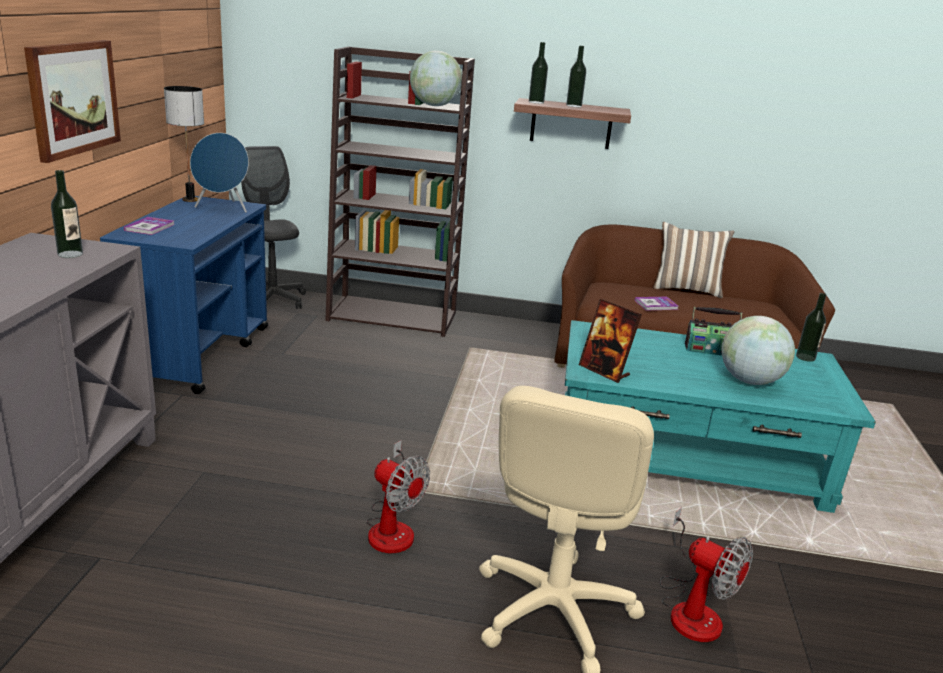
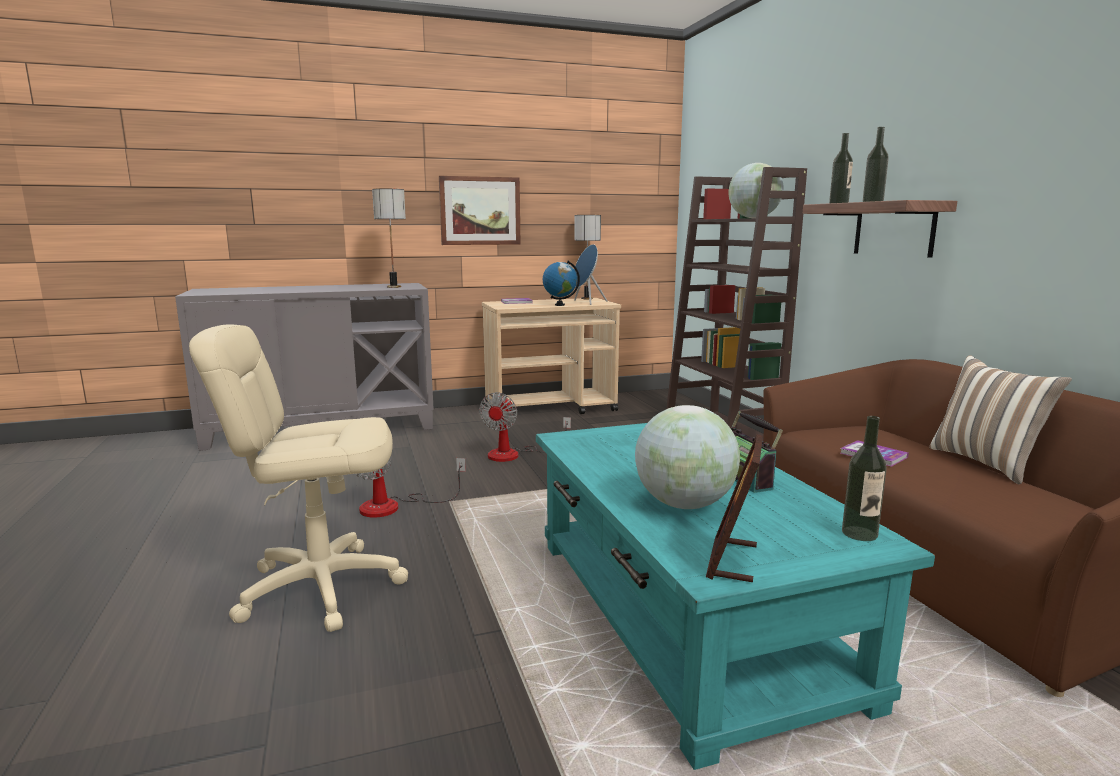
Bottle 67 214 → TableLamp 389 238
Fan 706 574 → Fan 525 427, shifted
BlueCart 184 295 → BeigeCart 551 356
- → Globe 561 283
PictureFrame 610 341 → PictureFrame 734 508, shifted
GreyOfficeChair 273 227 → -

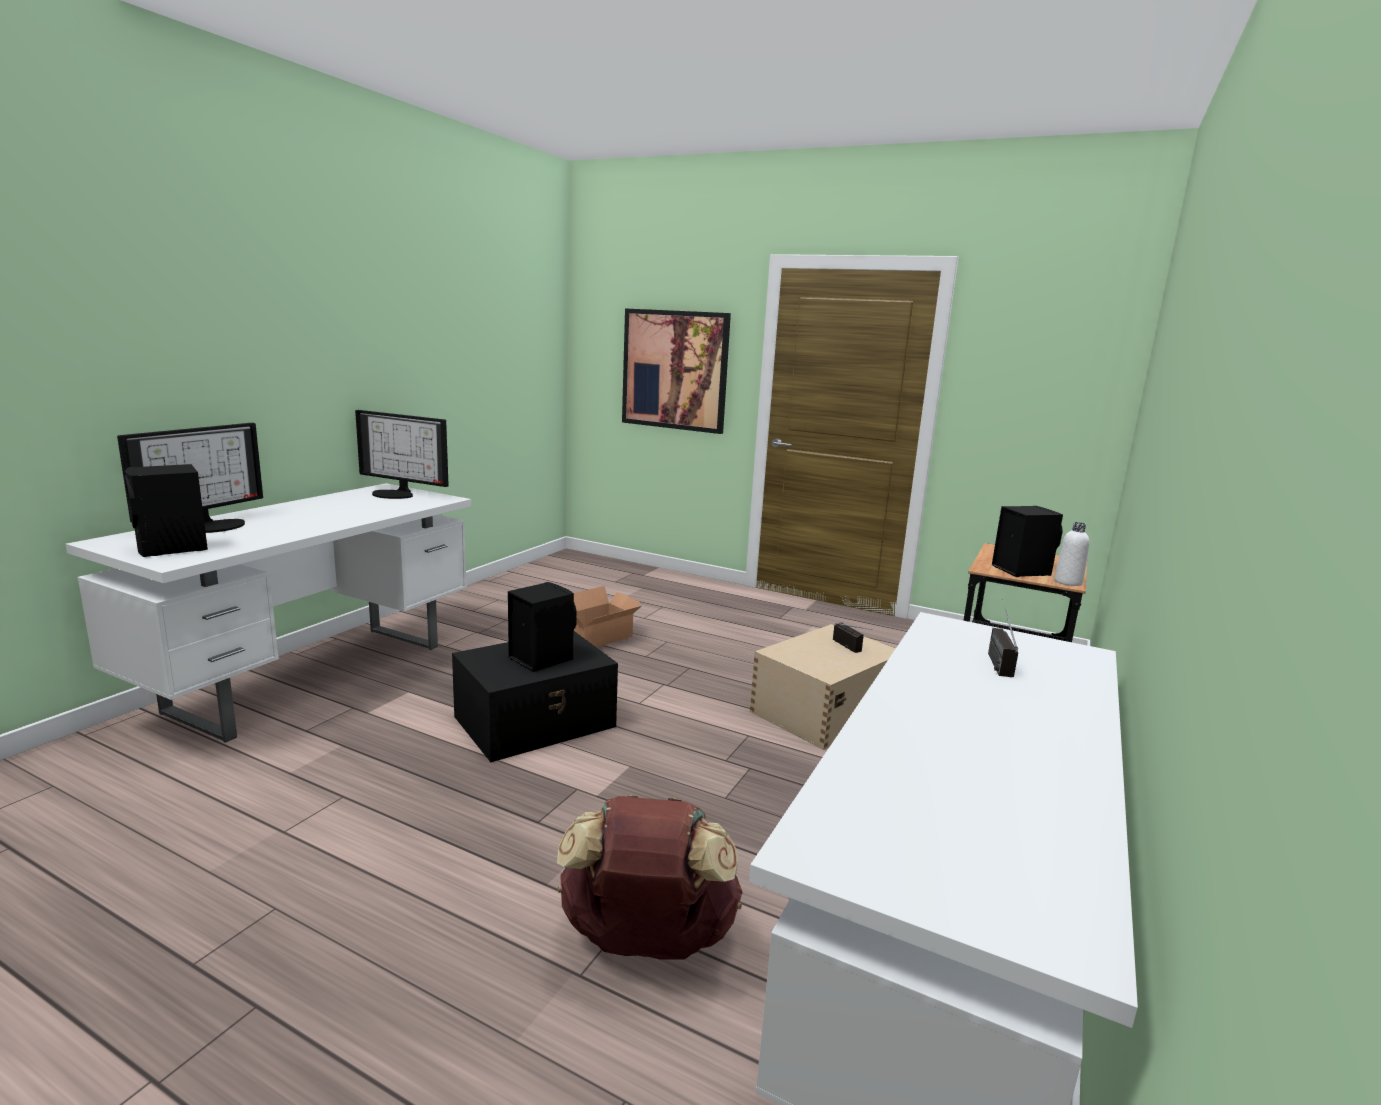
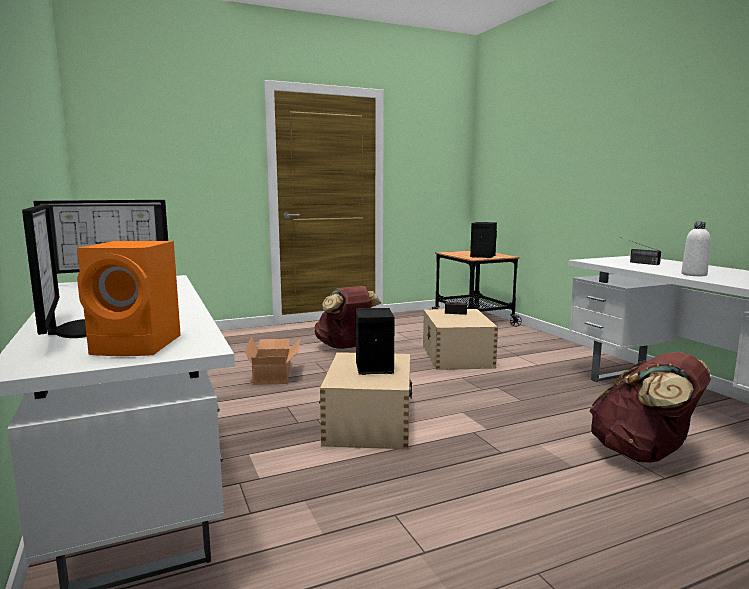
BlackSpeaker 166 510 → OrangeSpeaker 129 298
- → BrownBackpack 348 317
BlackStorageBox 535 696 → BeigeStorageBox 365 400
WhiteBottle 1071 554 → WhiteBottle 695 249, shifted
Picture 676 371 → -

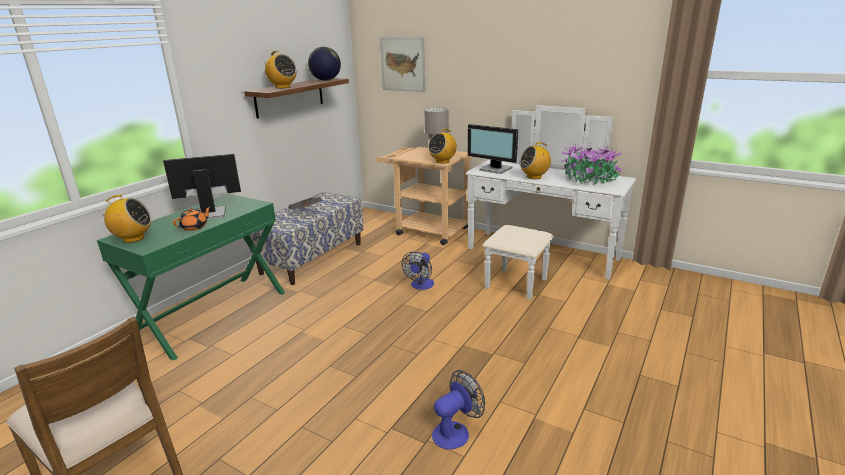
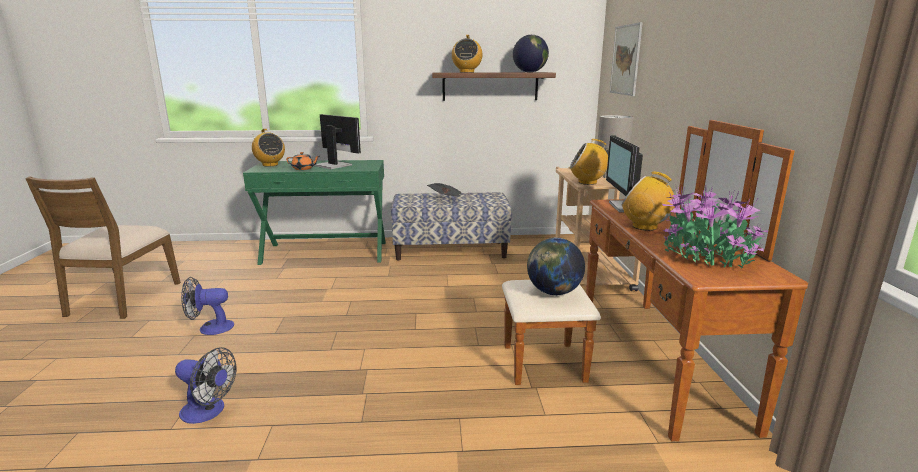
Fan 417 271 → Fan 207 306, shifted
WhiteDresser 551 202 → BrownDresser 655 280
- → Globe 556 266

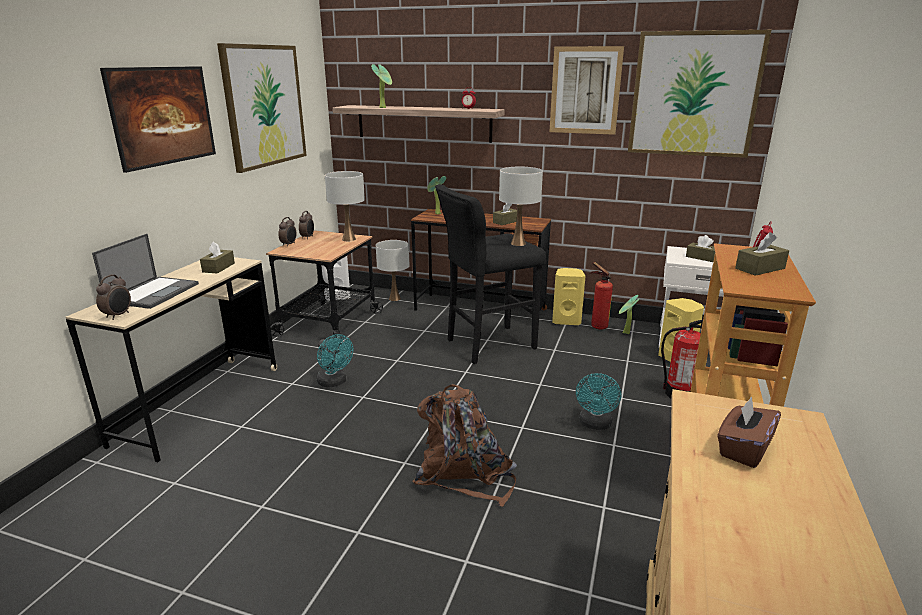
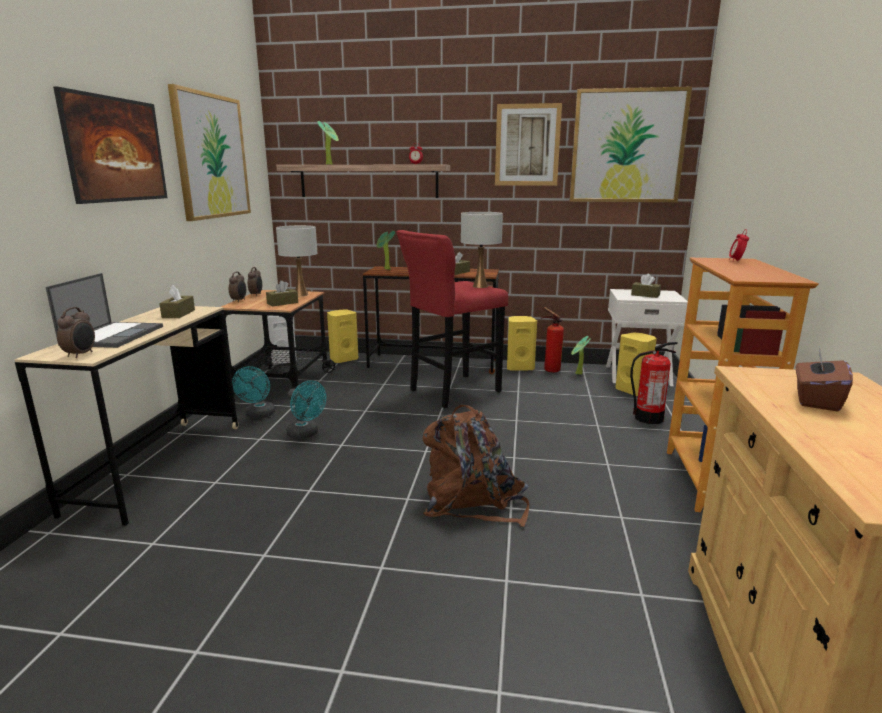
TurquoiseFan 598 401 → TurquoiseFan 253 392, shifted
BrownTissueBox 762 254 → BrownTissueBox 282 293, shifted
WhiteTableLamp 393 270 → YellowSpeaker 342 336
BlackStool 490 274 → RedStool 452 319

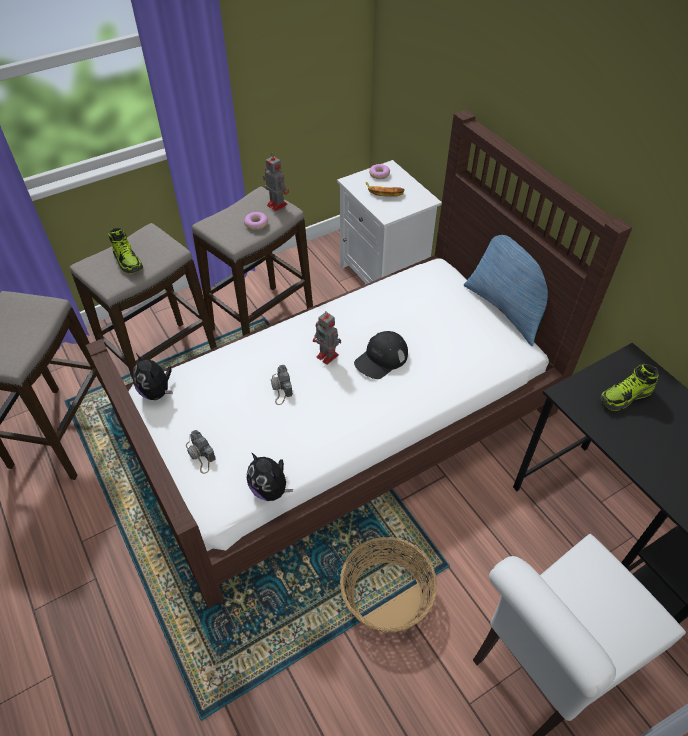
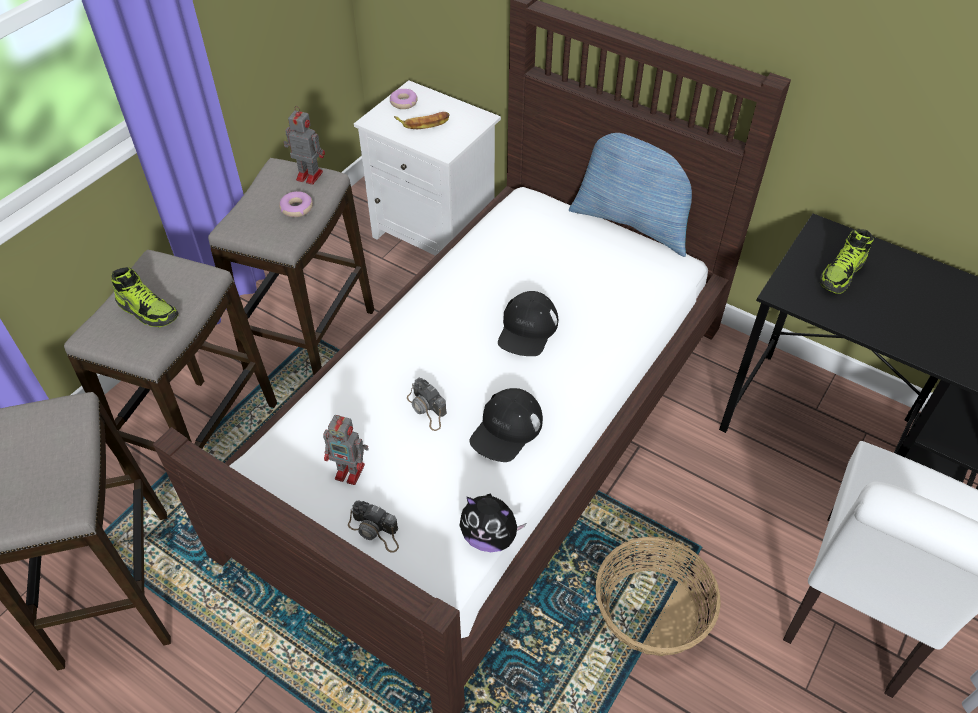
ToyRobot 327 338 → ToyRobot 346 450, shifted
- → BlackCap 506 425
PlushToy 152 377 → -

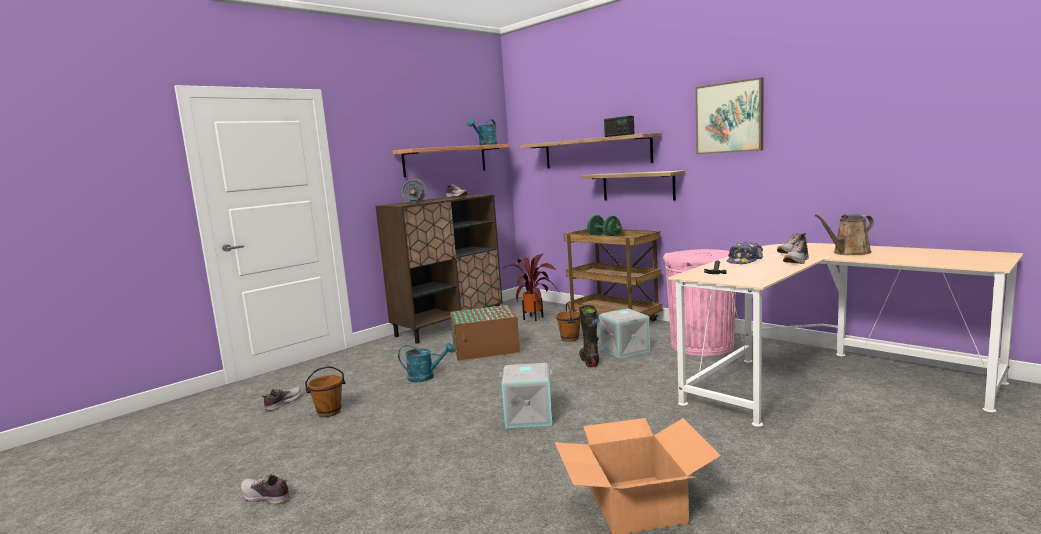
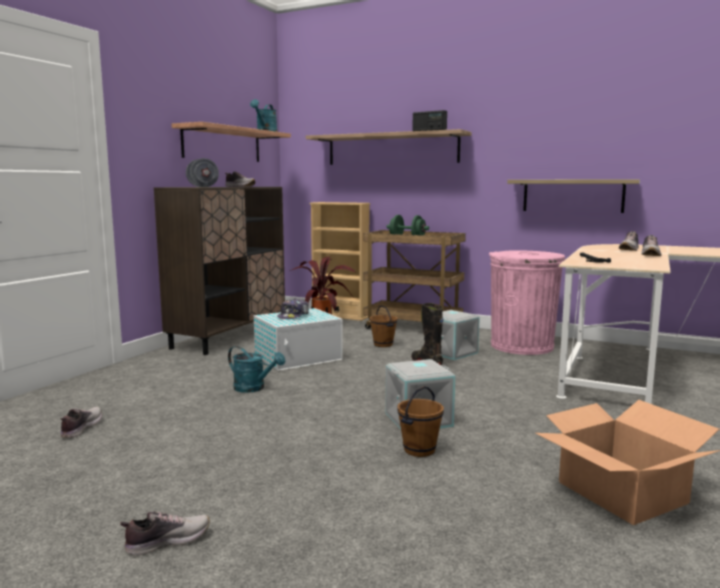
Shoe 265 489 → Shoe 165 533, 150 degrees clockwise
TurquoiseWateringCan 426 362 → TurquoiseWateringCan 256 369, 45 degrees clockwise
BrownStorageBox 485 333 → WhiteStorageBox 298 339
Cap 745 253 → Cap 293 309, shifted
- → BeigeBookcase 339 261
BrownBucket 325 391 → BrownBucket 420 421, shifted
Shelf 633 185 → Shelf 573 196, shifted
Picture 729 115 → -
BrownWateringCan 844 234 → -

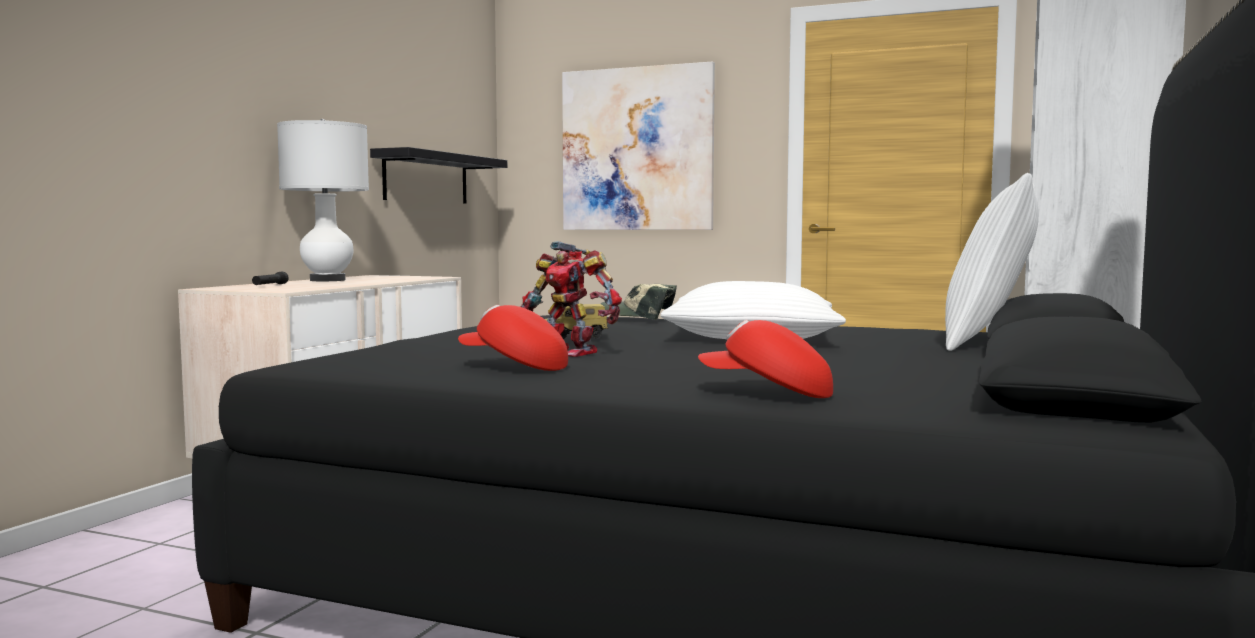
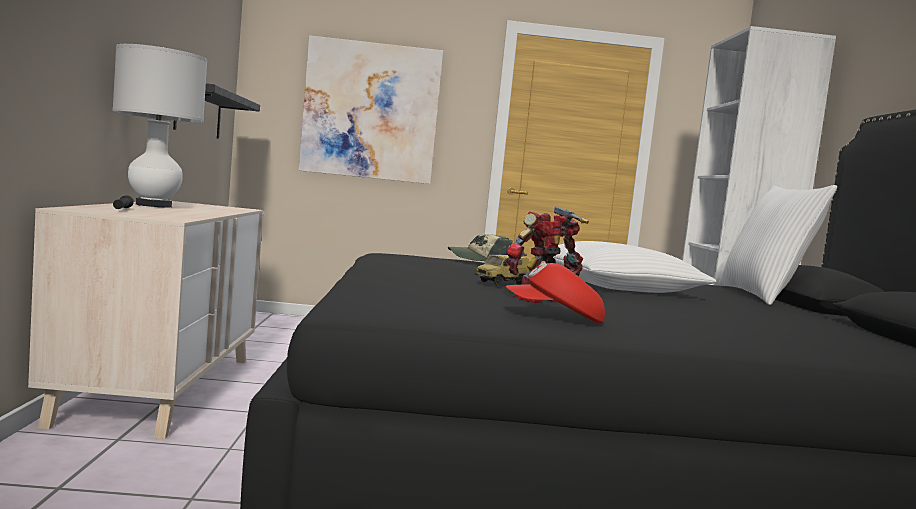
ToyRobot 571 299 → ToyRobot 547 254, 135 degrees clockwise
RedCap 765 359 → -

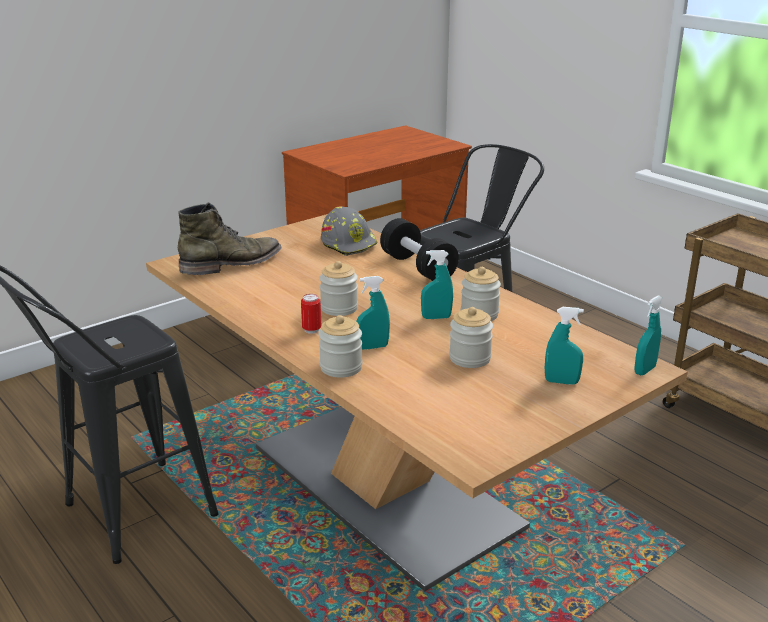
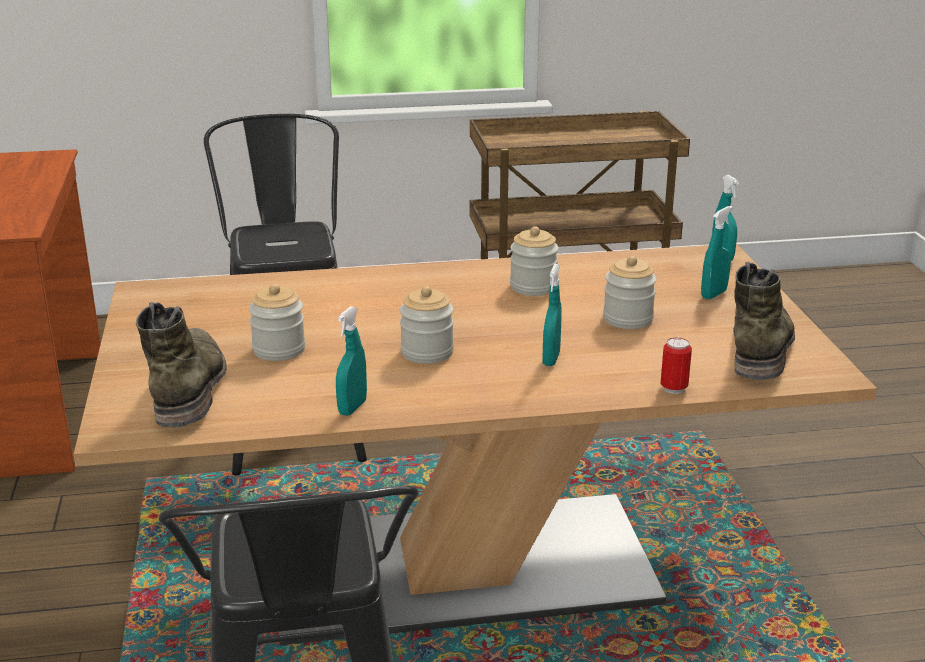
Jar 340 346 → Jar 277 322, shifted
TurquoiseSprayBottle 437 284 → TurquoiseSprayBottle 351 361, shifted
Can 311 314 → Can 676 366, shifted
- → GreenBoot 764 321
GreyHardHat 349 231 → -
BlackDumbbell 419 249 → -

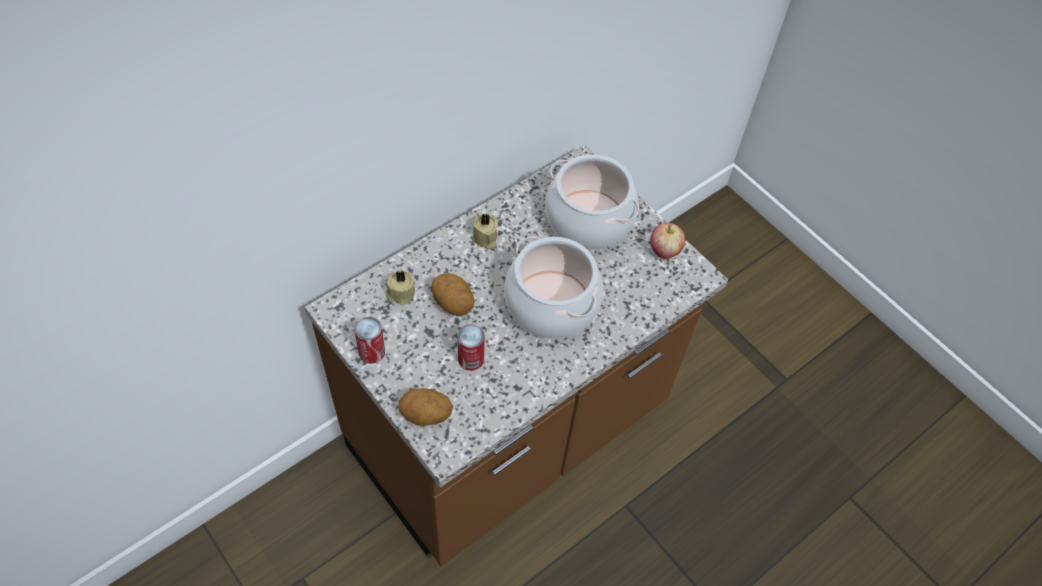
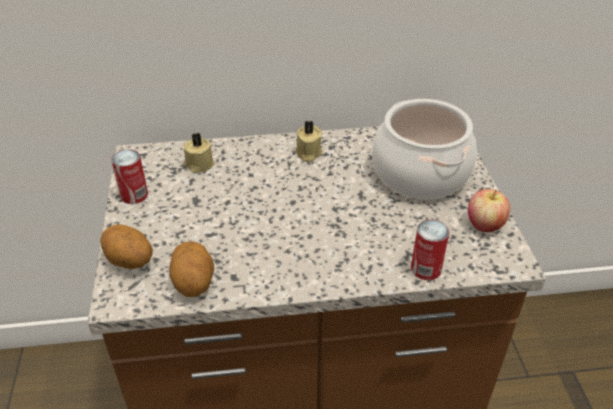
Potato 452 294 → Potato 191 269, shifted
Can 471 347 → Can 430 249, shifted
CookingPot 553 288 → -

